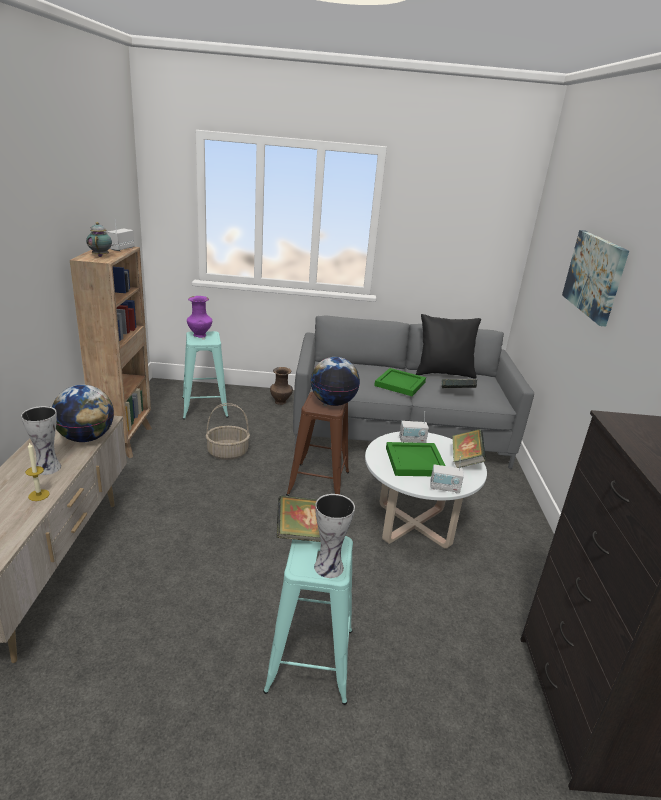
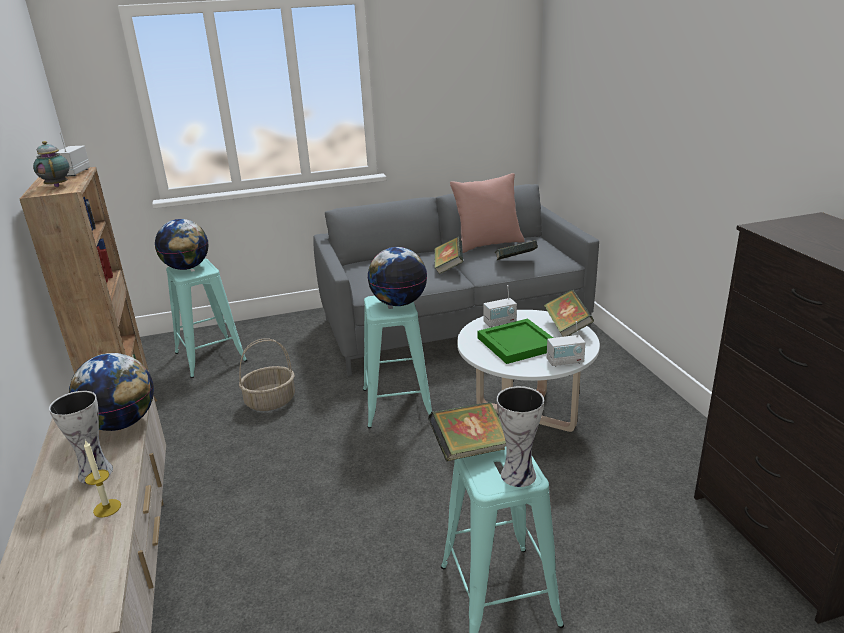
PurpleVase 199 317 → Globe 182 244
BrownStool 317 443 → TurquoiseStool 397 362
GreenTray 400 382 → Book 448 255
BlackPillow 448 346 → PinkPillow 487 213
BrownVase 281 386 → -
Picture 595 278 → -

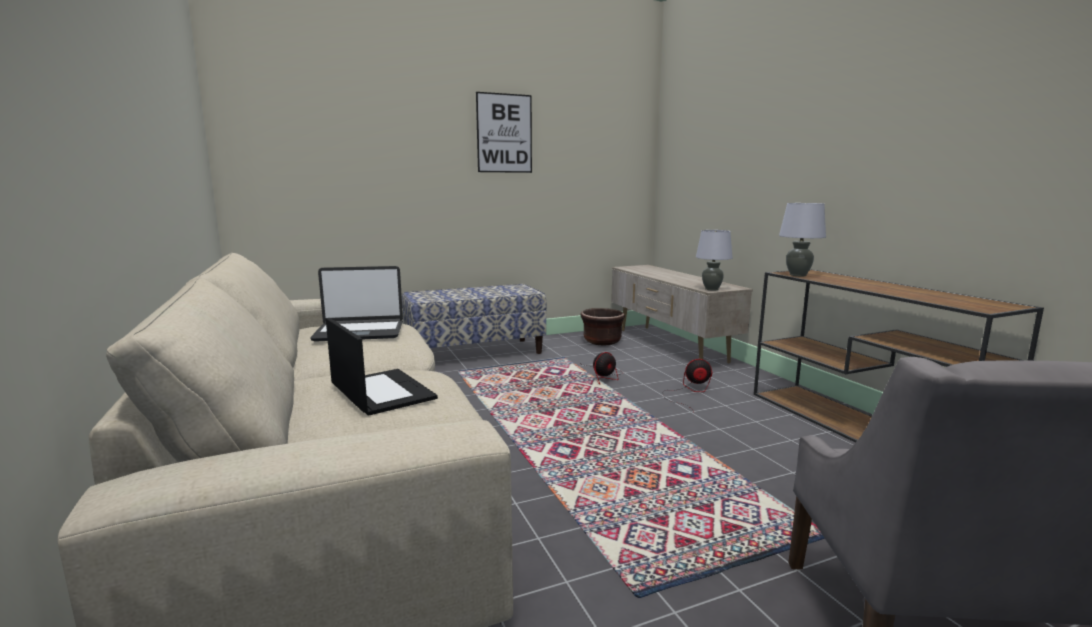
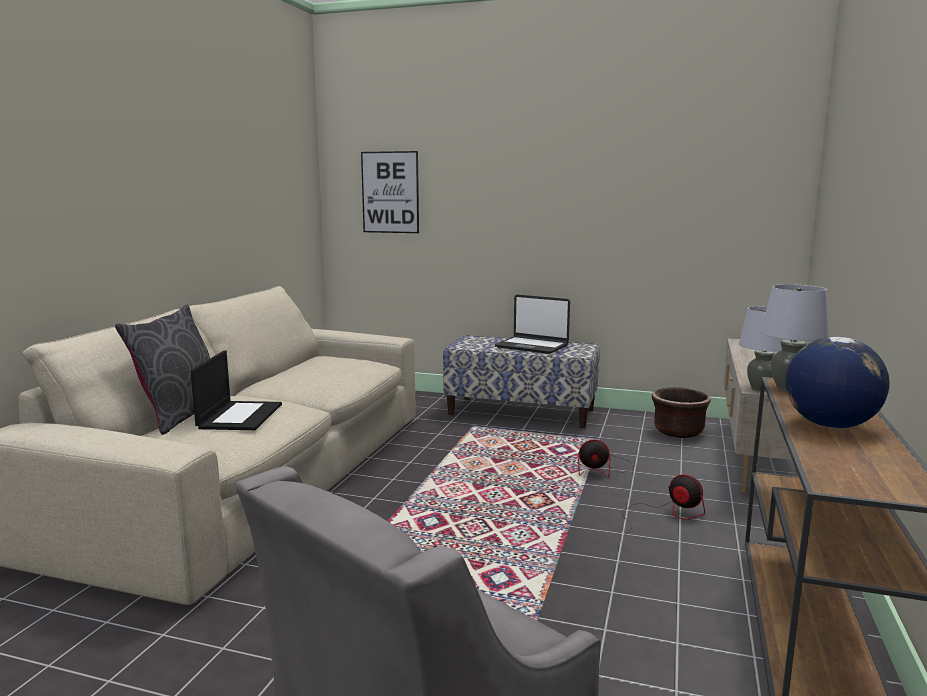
- → GreyPillow 162 370
Picture 504 132 → Picture 390 192, shifted
Laptop 356 304 → Laptop 532 324, shifted
- → Globe 838 382

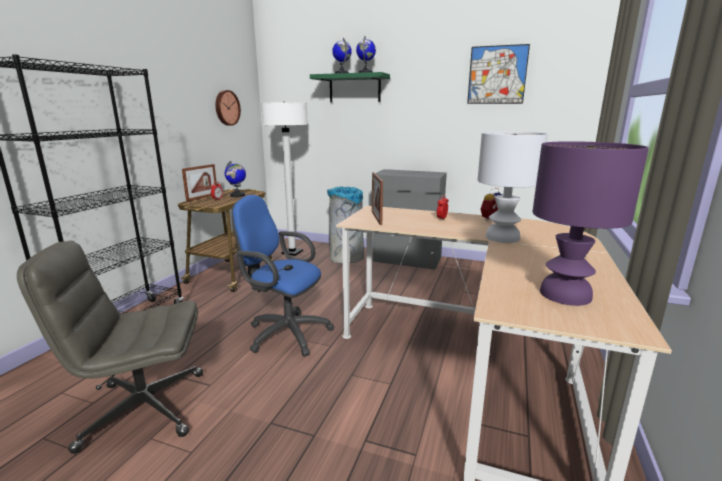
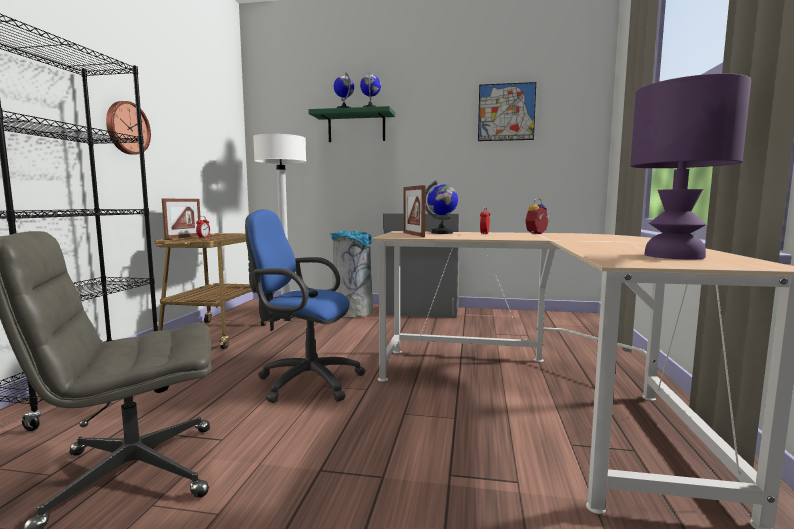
WallClock 228 108 → WallClock 128 128, shifted
Globe 235 179 → Globe 441 207, shifted
WhiteTableLamp 513 187 → -

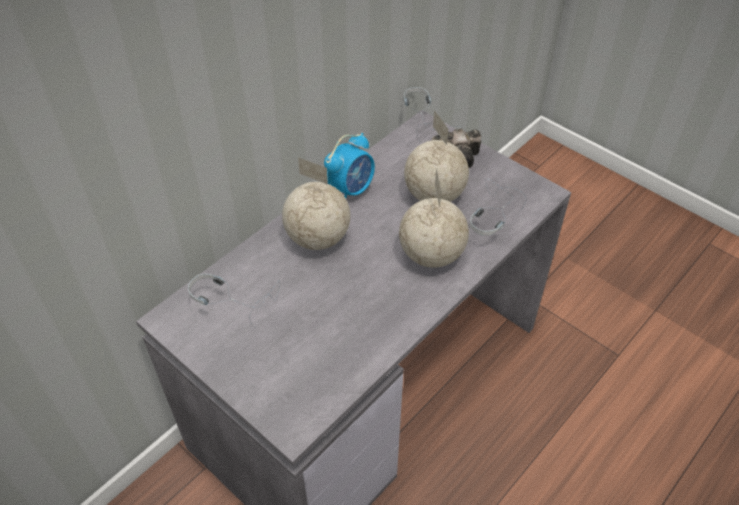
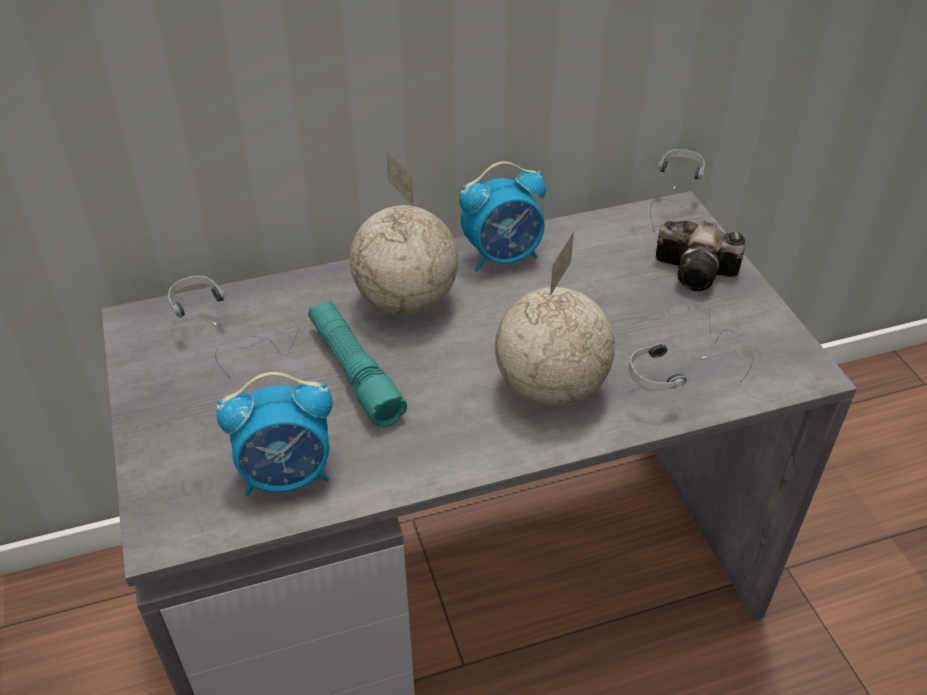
- → AlarmClock 274 434
- → TurquoiseFlashlight 357 363
Globe 436 156 → -

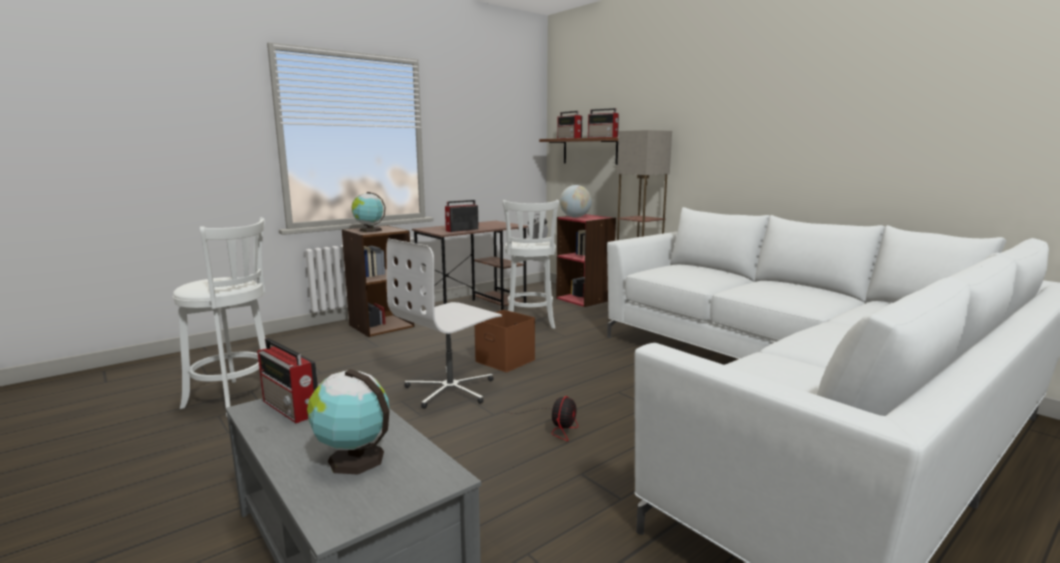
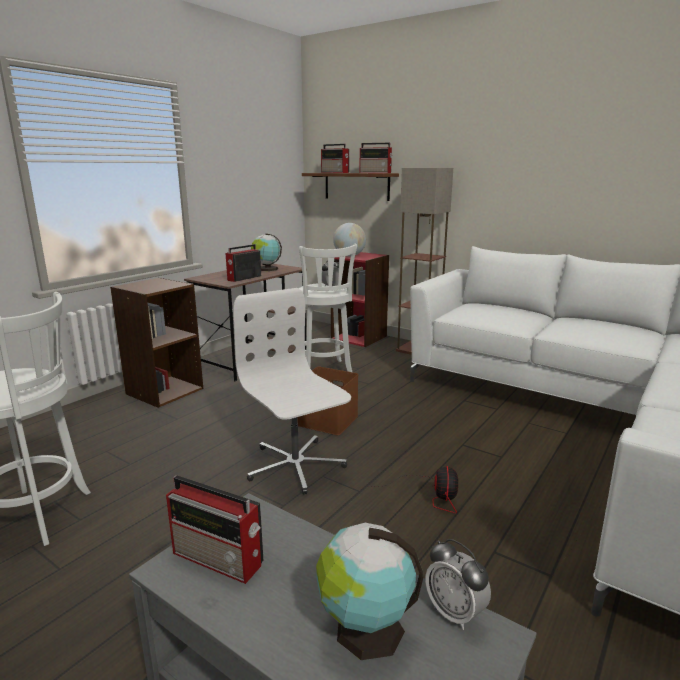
WhiteOfficeChair 444 324 → WhiteOfficeChair 292 391, 120 degrees clockwise
Globe 369 212 → Globe 266 252, shifted
- → AlarmClock 458 584

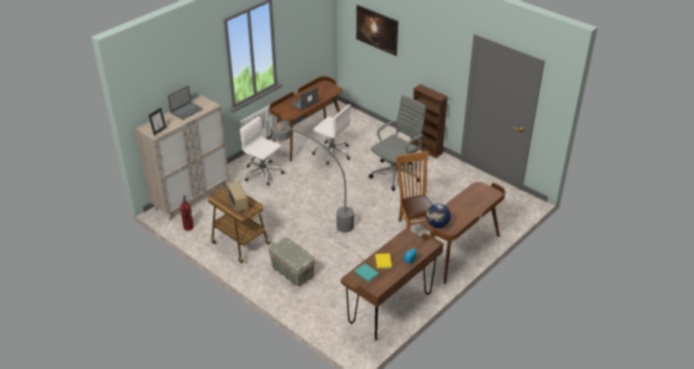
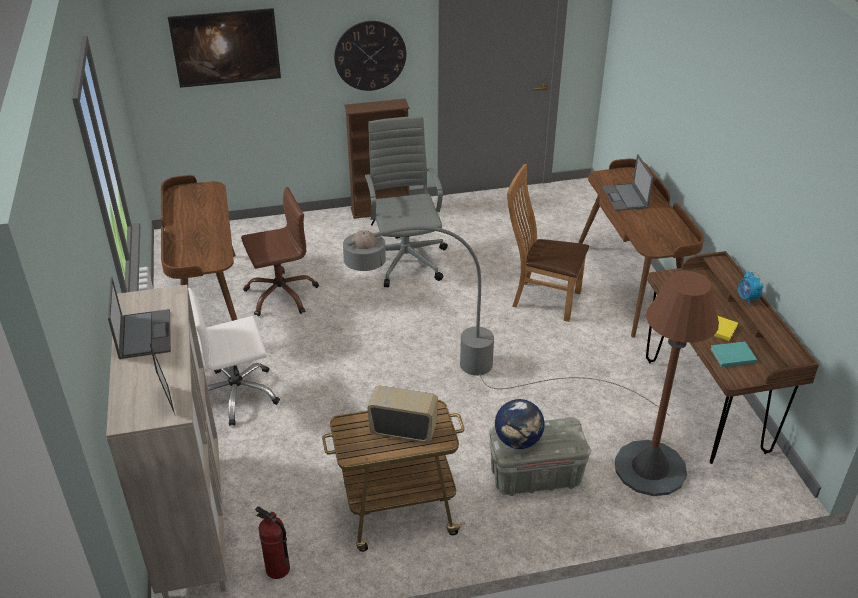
WhiteOfficeChair 331 134 → BrownOfficeChair 280 251
- → WallClock 370 56
Globe 438 216 → Globe 520 424, shifted
Laptop 304 99 → Laptop 628 182, shifted
- → BrownFloorLamp 667 383

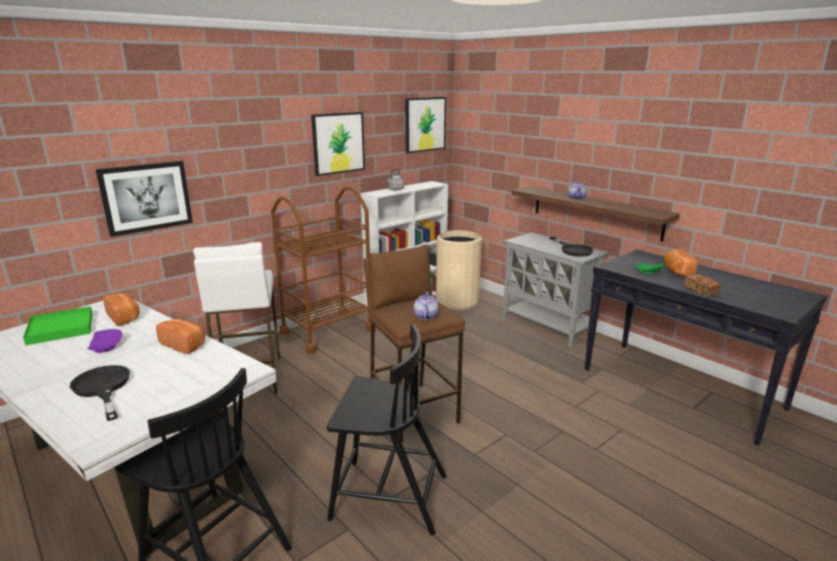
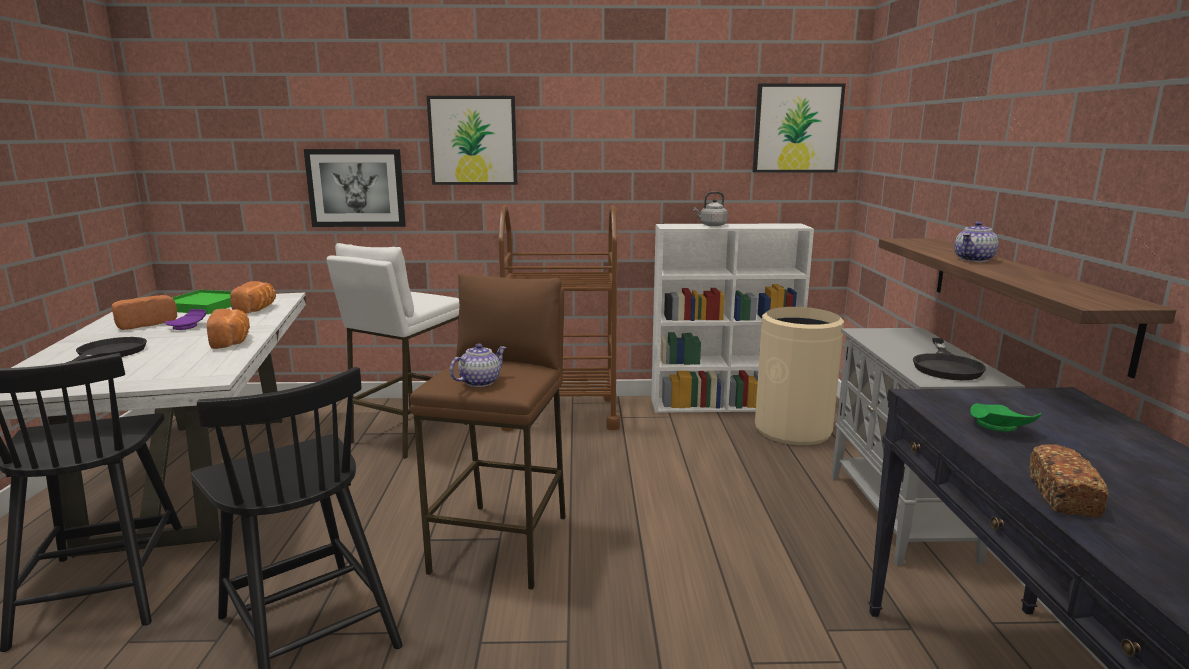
Bread 680 263 → Bread 144 312, shifted
Picture 338 144 → Picture 472 140, shifted

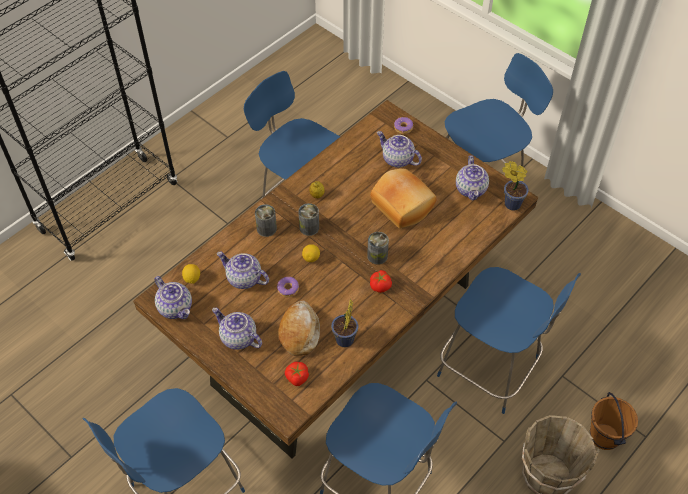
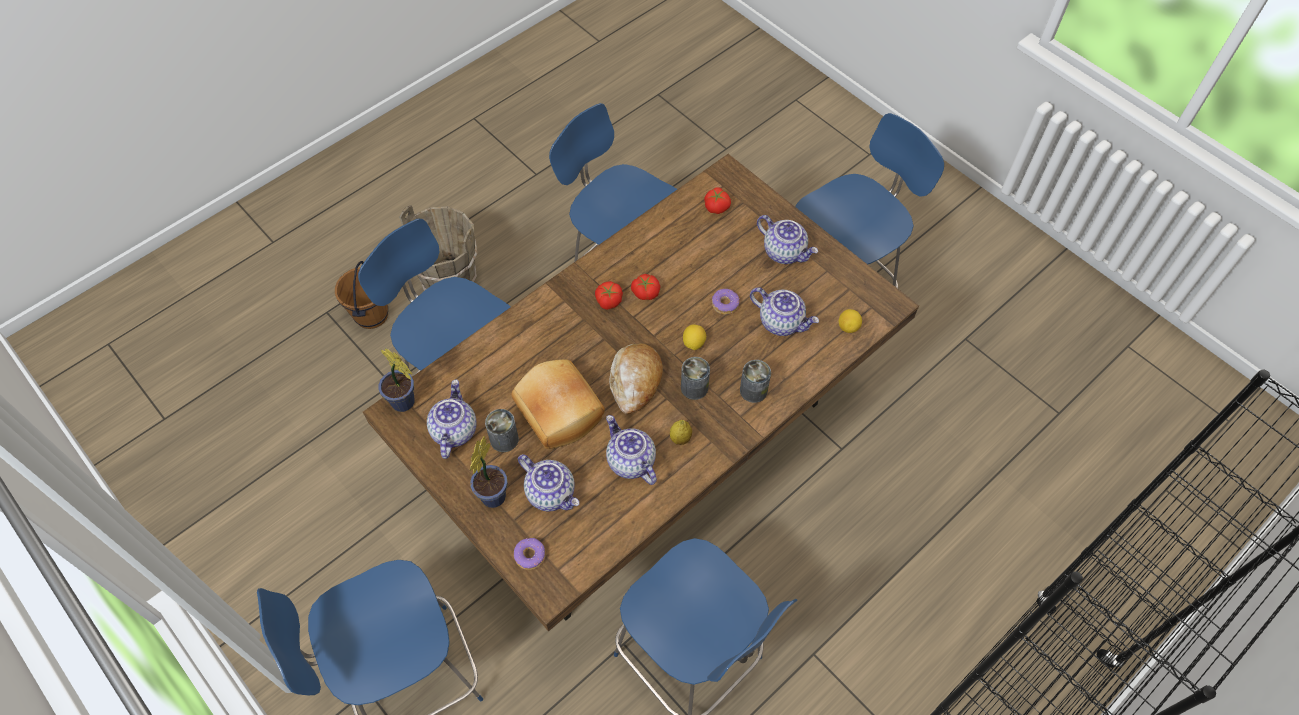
PottedPlant 345 323 → PottedPlant 489 472, shifted
Can 378 248 → Can 502 430, shifted
Teapot 173 297 → Teapot 631 450, shifted
Bread 299 328 → Bread 636 379, shifted
- → Tomato 645 287

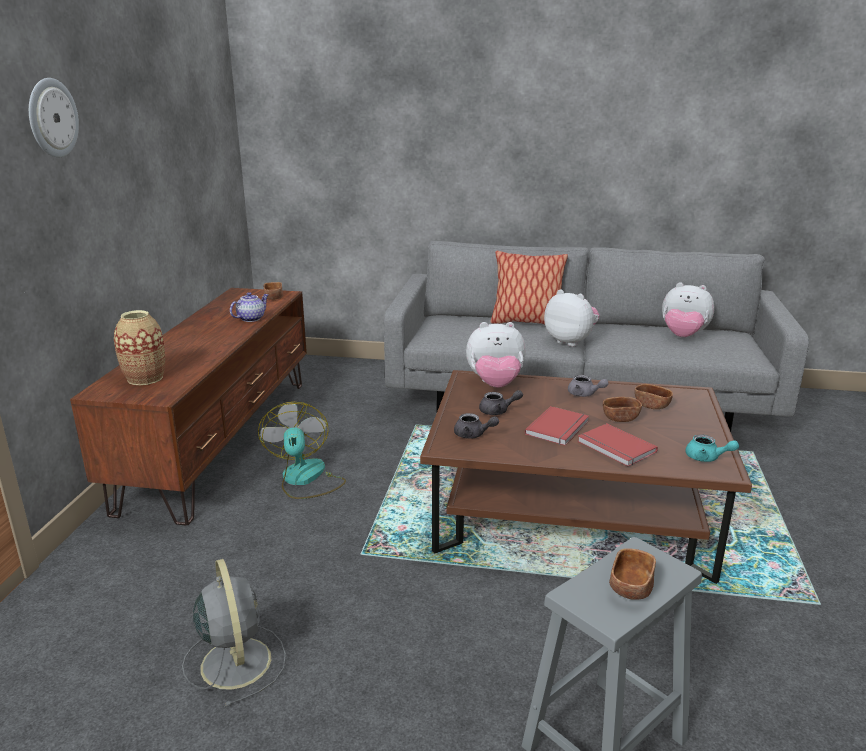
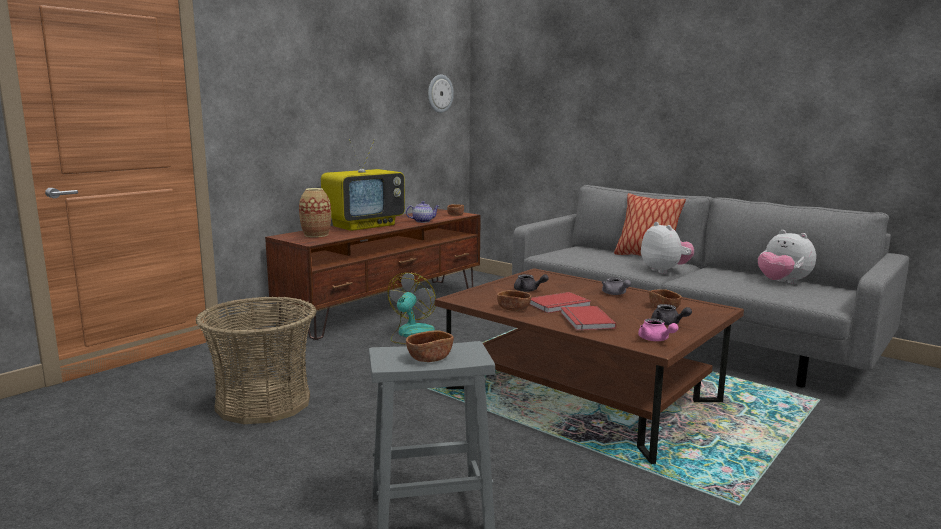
GreyFan 234 633 → Basket 256 360
- → Television 363 185
WallClock 54 117 → WallClock 441 94, shifted
BrownBowl 622 409 → BrownBowl 514 300, shifted
TurquoiseTeapot 712 448 → PinkTeapot 658 329
GreyTeapot 476 426 → GreyTeapot 672 314, shifted
PlushToy 496 355 → -

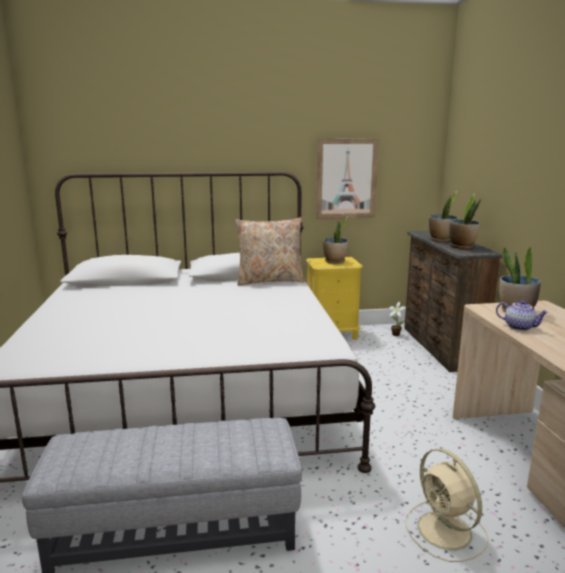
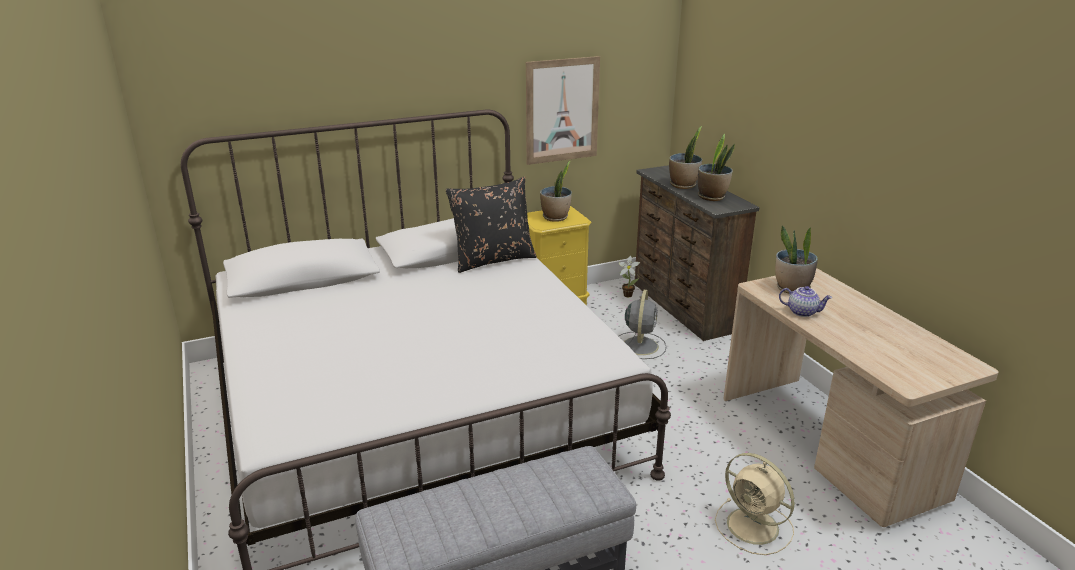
BeigePillow 270 251 → BlackPillow 491 225
- → GreyFan 642 324

